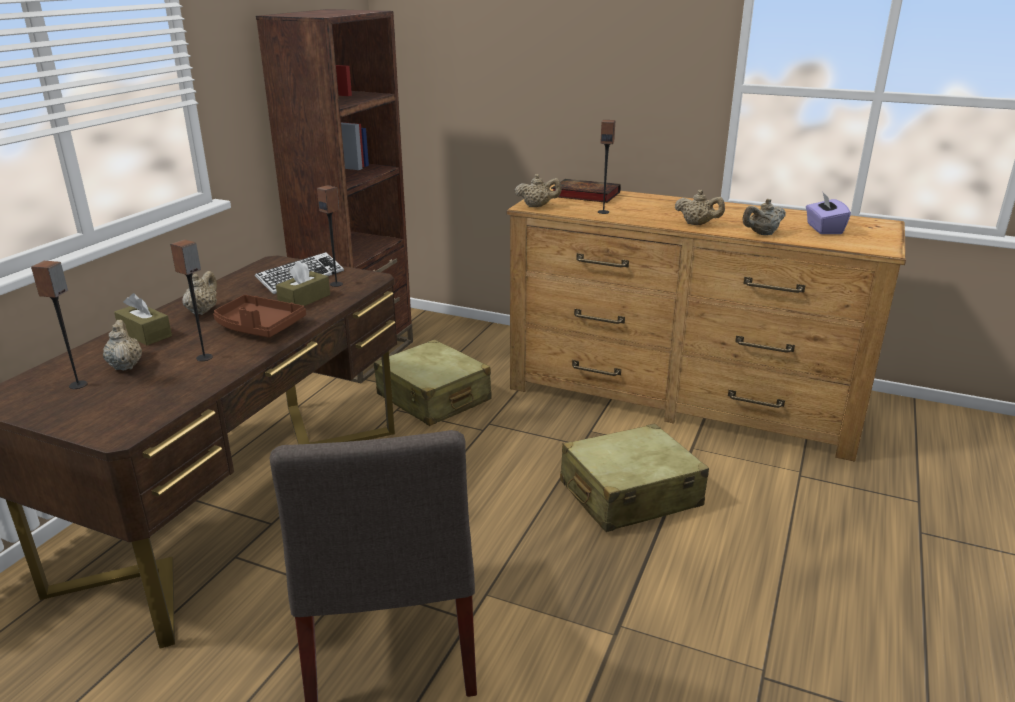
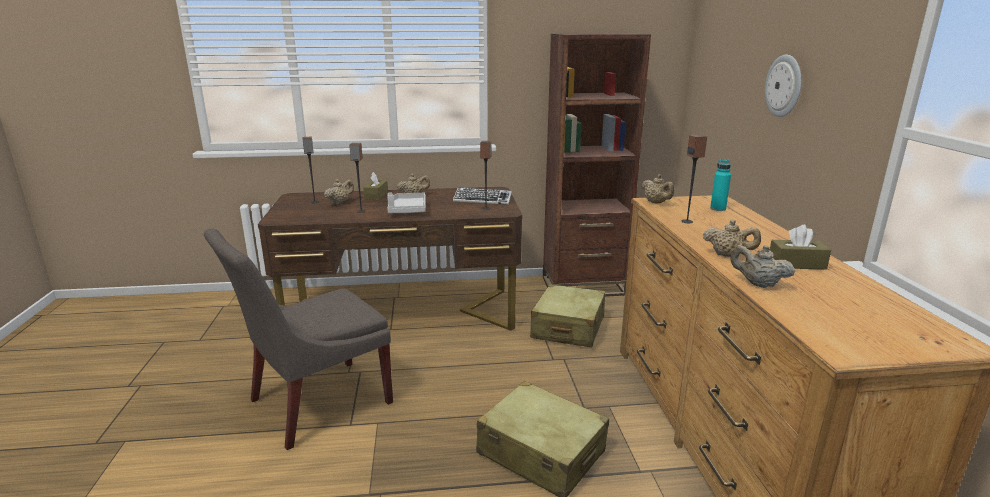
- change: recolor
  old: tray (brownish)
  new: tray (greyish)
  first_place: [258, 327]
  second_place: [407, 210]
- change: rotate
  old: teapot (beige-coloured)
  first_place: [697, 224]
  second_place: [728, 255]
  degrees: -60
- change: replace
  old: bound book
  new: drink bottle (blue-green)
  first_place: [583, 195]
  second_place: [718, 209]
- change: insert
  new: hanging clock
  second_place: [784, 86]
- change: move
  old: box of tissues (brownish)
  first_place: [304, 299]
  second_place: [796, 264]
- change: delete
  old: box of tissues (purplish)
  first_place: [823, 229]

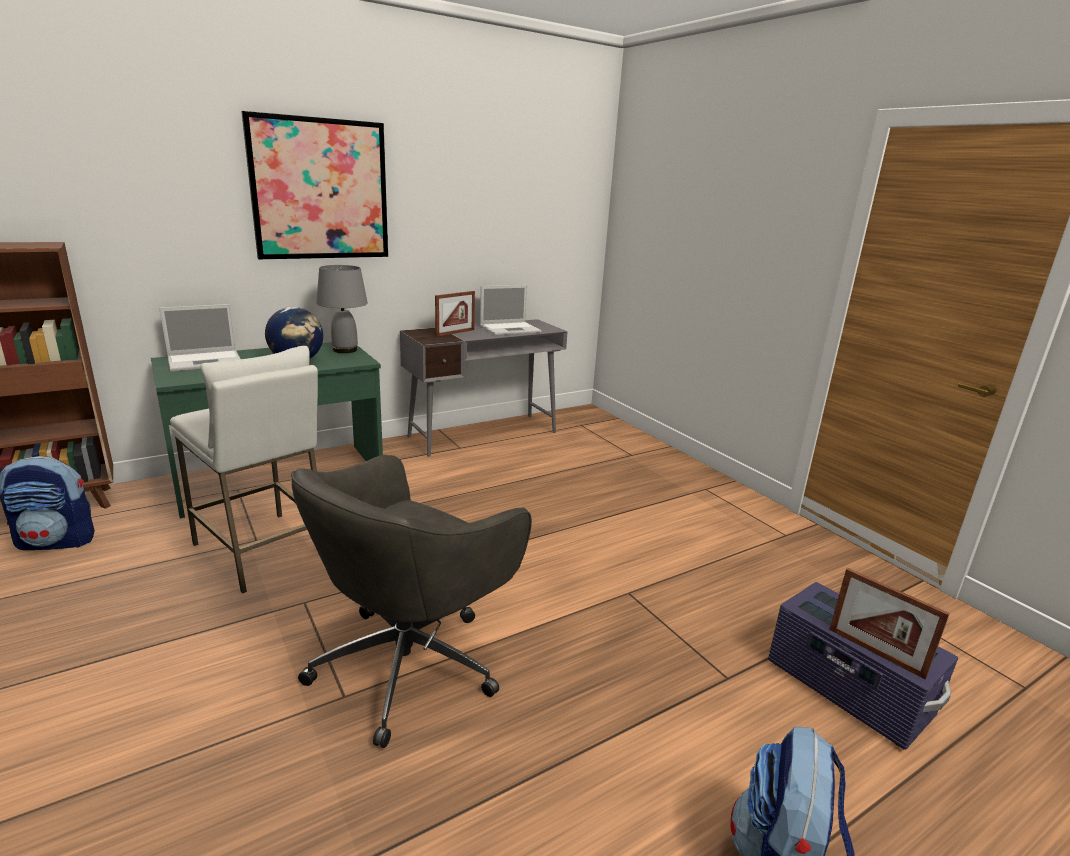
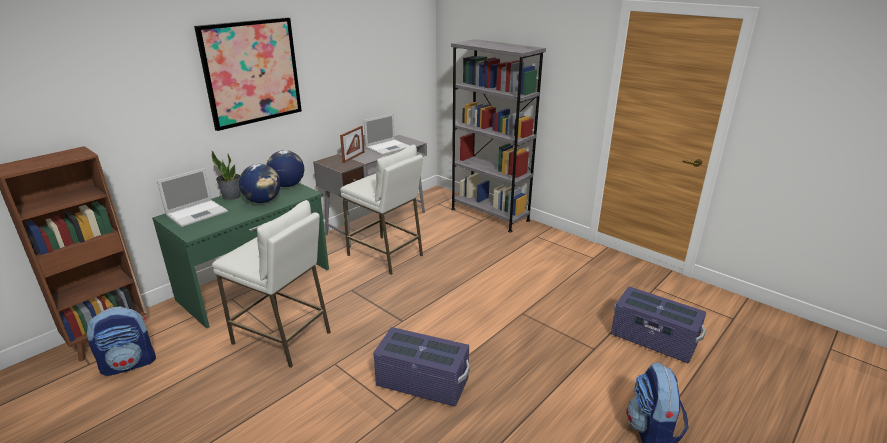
- change: insert
  new: potted plant
  second_place: [231, 196]
- change: replace
  old: table lamp (greyish)
  new: world globe
  first_place: [344, 350]
  second_place: [287, 185]
- change: insert
  new: sitting stool (white-coloured)
  second_place: [386, 255]
- change: replace
  old: desk chair (greyish)
  new: storage bin (purplish)
  first_place: [410, 662]
  second_place: [422, 383]
- change: insert
  new: bookshelf (greyish)
  second_place: [489, 215]
- change: delete
  old: standing frame
  first_place: [875, 652]

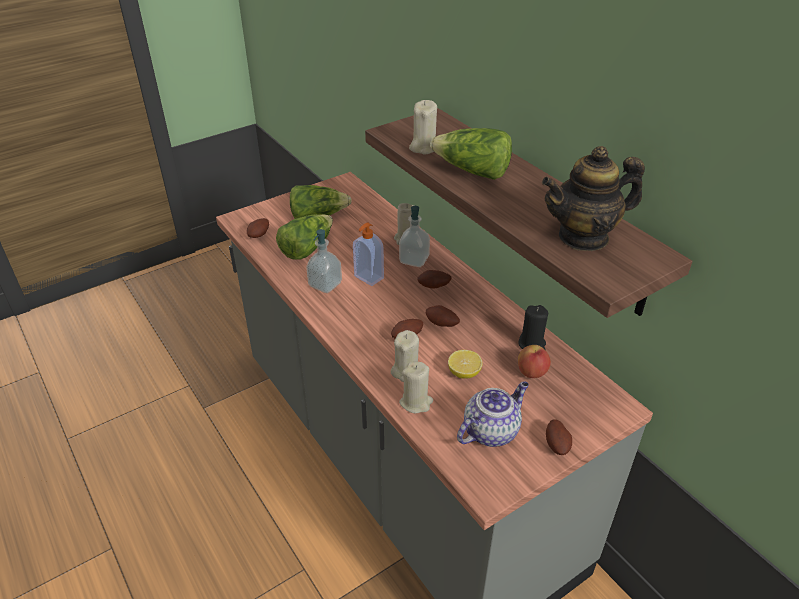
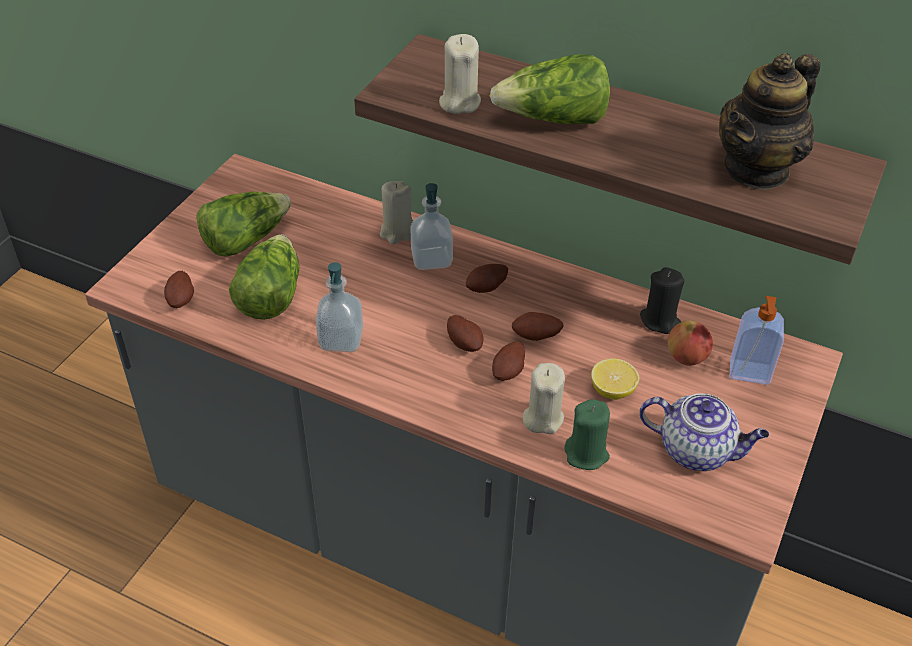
- change: move
  old: whole potato
  first_place: [557, 445]
  second_place: [465, 343]
- change: recolor
  old: wax light (beige-coloured)
  new: wax light (greenish)
  first_place: [416, 402]
  second_place: [586, 454]
- change: rotate
  old: teapot
  first_place: [491, 430]
  second_place: [697, 451]
  degrees: 90
- change: move
  old: soap bottle
  first_place: [368, 278]
  second_place: [749, 373]

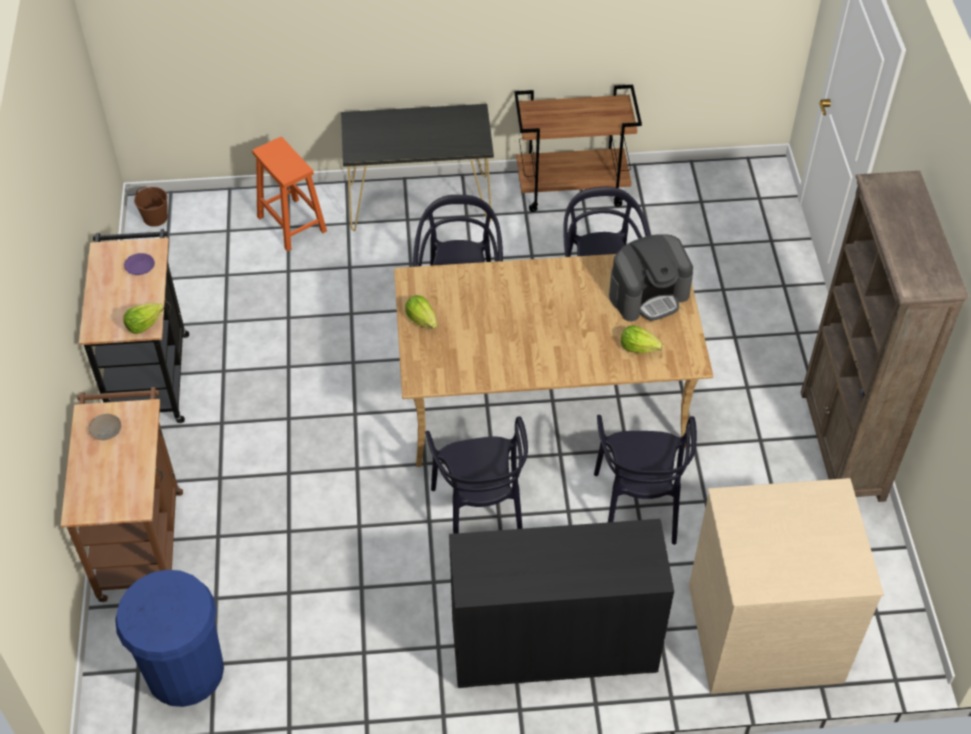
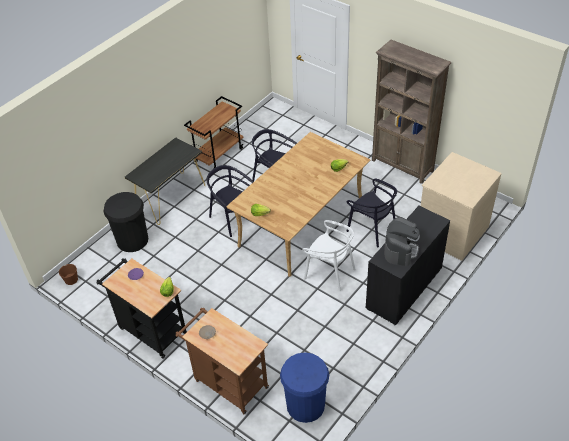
- change: replace
  old: sitting stool (orangey)
  new: waste bin (black)
  first_place: [292, 225]
  second_place: [132, 240]
- change: recolor
  old: plain chair (black)
  new: plain chair (white-coloured)
  first_place: [480, 514]
  second_place: [330, 272]
- change: move
  old: coffee brewer
  first_place: [648, 295]
  second_place: [400, 250]

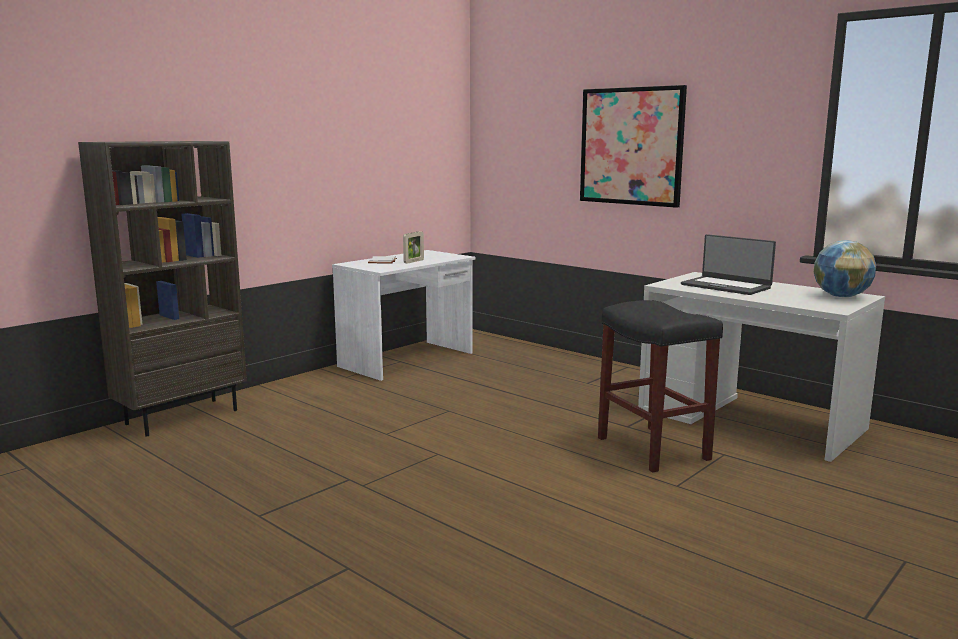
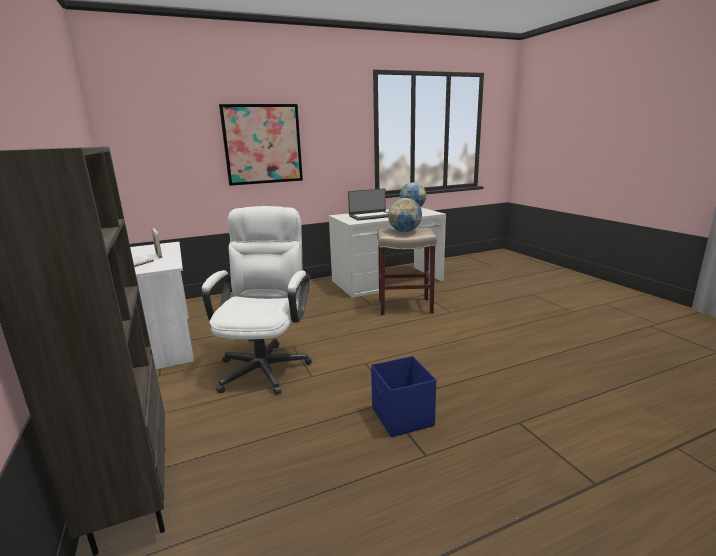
- change: insert
  new: desk chair (white-coloured)
  second_place: [266, 364]
- change: insert
  new: storage bin (blue)
  second_place: [402, 417]
- change: recolor
  old: sitting stool (black)
  new: sitting stool (beige-coloured)
  first_place: [651, 448]
  second_place: [404, 306]
- change: insert
  new: world globe
  second_place: [405, 231]

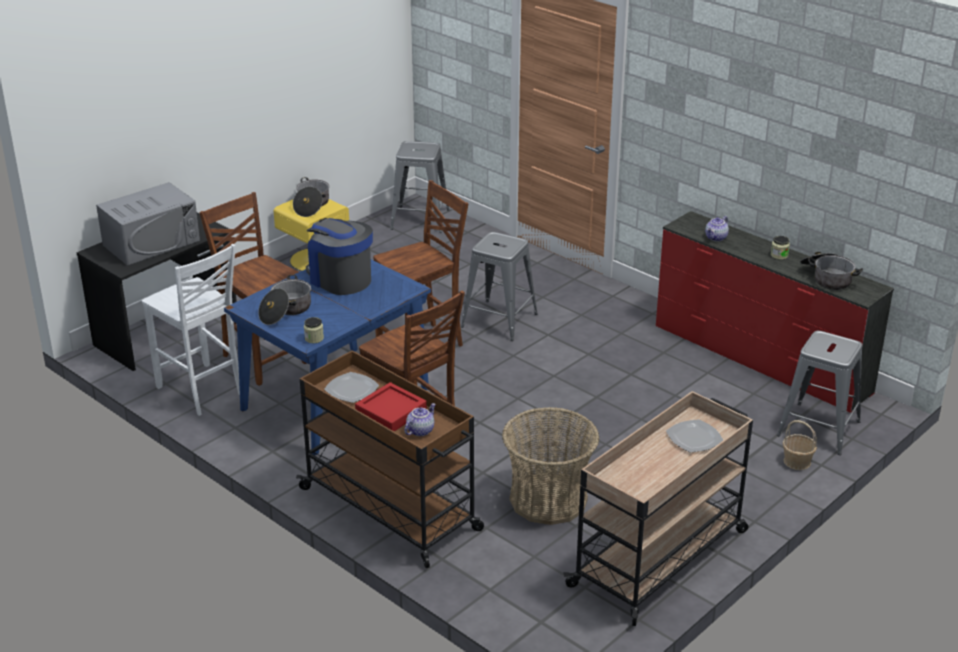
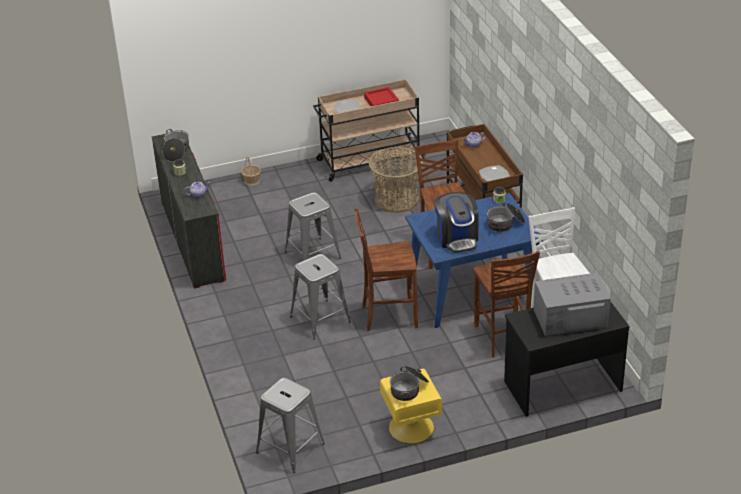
- change: move
  old: sitting stool (greyish)
  first_place: [818, 428]
  second_place: [312, 255]
- change: move
  old: tray (reddish)
  first_place: [391, 412]
  second_place: [381, 101]

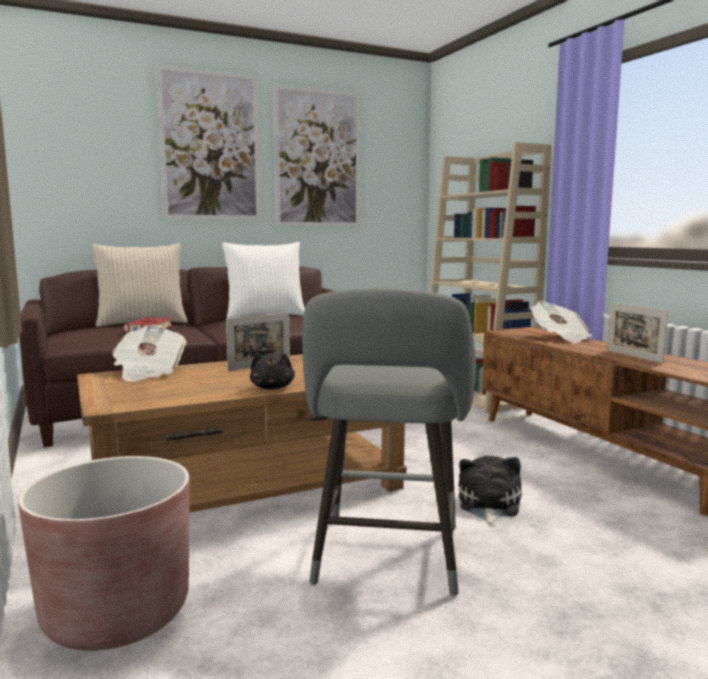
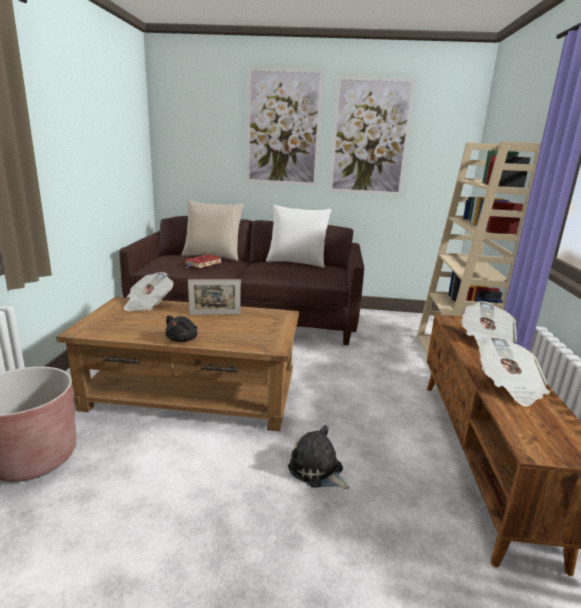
- change: rotate
  old: cuddly toy
  first_place: [488, 505]
  second_place: [317, 471]
  degrees: -90
- change: replace
  old: standing frame
  new: newspaper
  first_place: [633, 356]
  second_place: [509, 387]
- change: delete
  old: sitting stool (greyish)
  first_place: [387, 560]

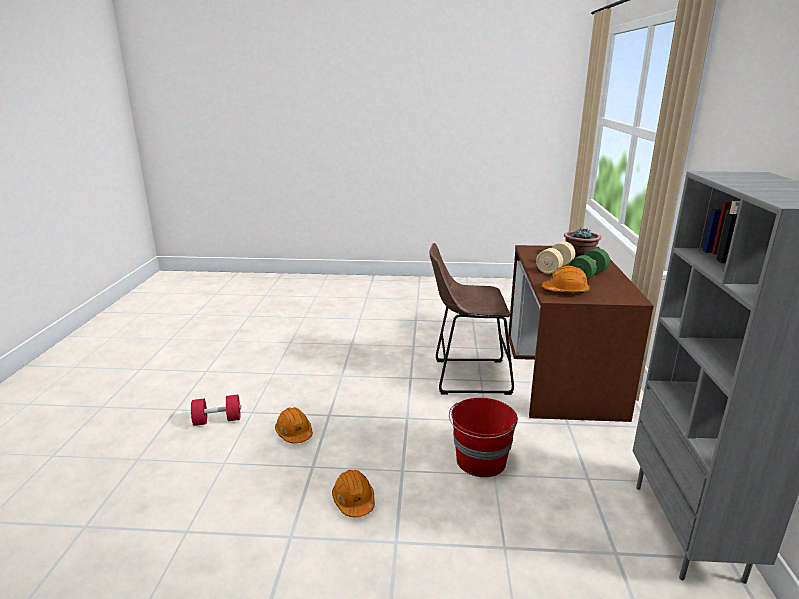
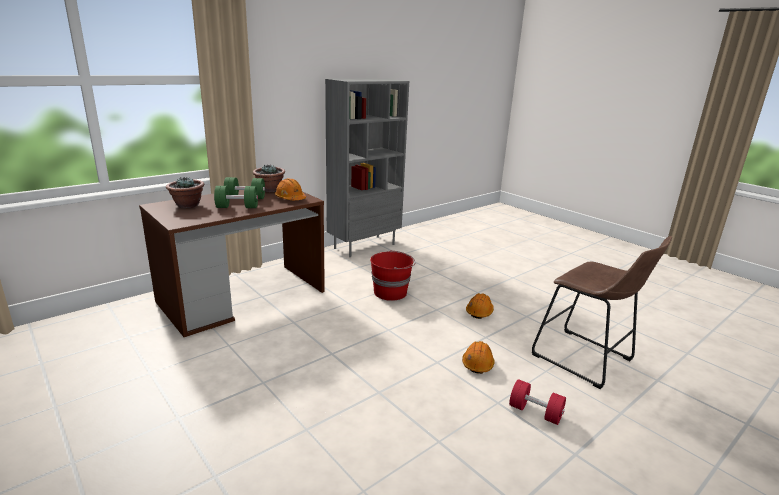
- change: recolor
  old: free weight (beige-coloured)
  new: free weight (greenish)
  first_place: [554, 268]
  second_place: [237, 207]
- change: insert
  new: potted plant
  second_place: [270, 190]
- change: move
  old: sitting stool (brownish)
  first_place: [466, 376]
  second_place: [586, 360]

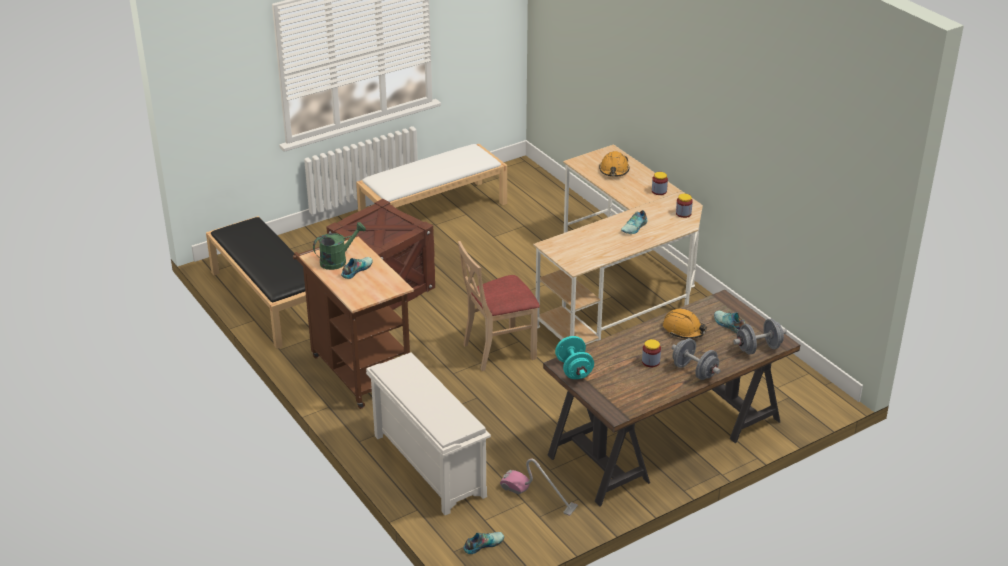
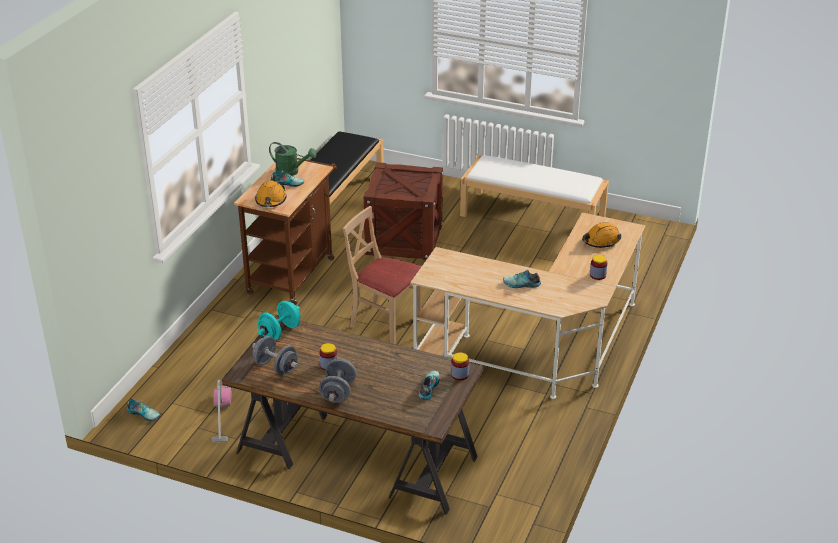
- change: move
  old: free weight (greyish)
  first_place: [758, 348]
  second_place: [276, 367]
- change: move
  old: safety helmet (orangey)
  first_place: [684, 330]
  second_place: [271, 200]
- change: move
  old: storage jar
  first_place: [683, 213]
  second_place: [460, 375]
- change: delete
  old: shoe stand (white-coloured)
  first_place: [427, 465]

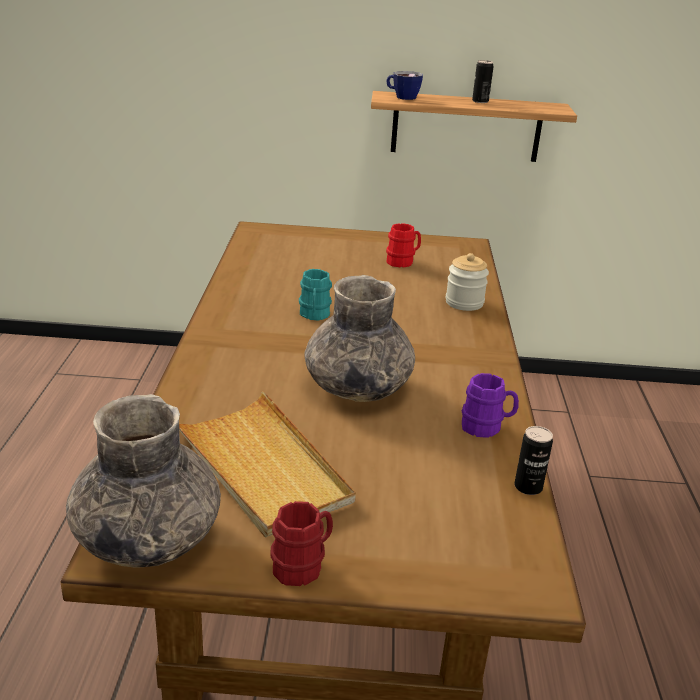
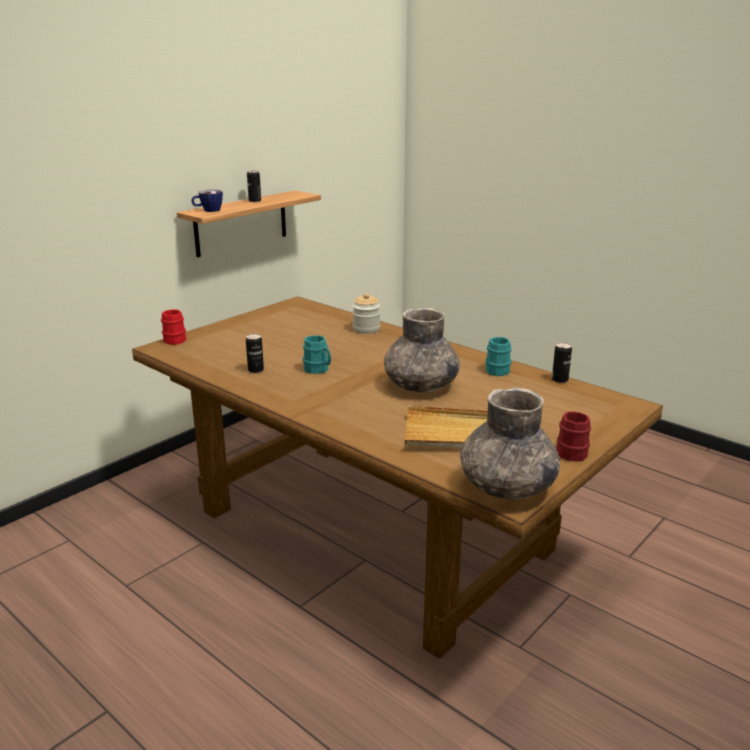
- change: move
  old: tea mug (reddish)
  first_place: [403, 261]
  second_place: [176, 339]
- change: insert
  new: can
  second_place: [255, 370]
- change: recolor
  old: tea mug (purplish)
  new: tea mug (blue-green)
  first_place: [486, 427]
  second_place: [499, 370]

